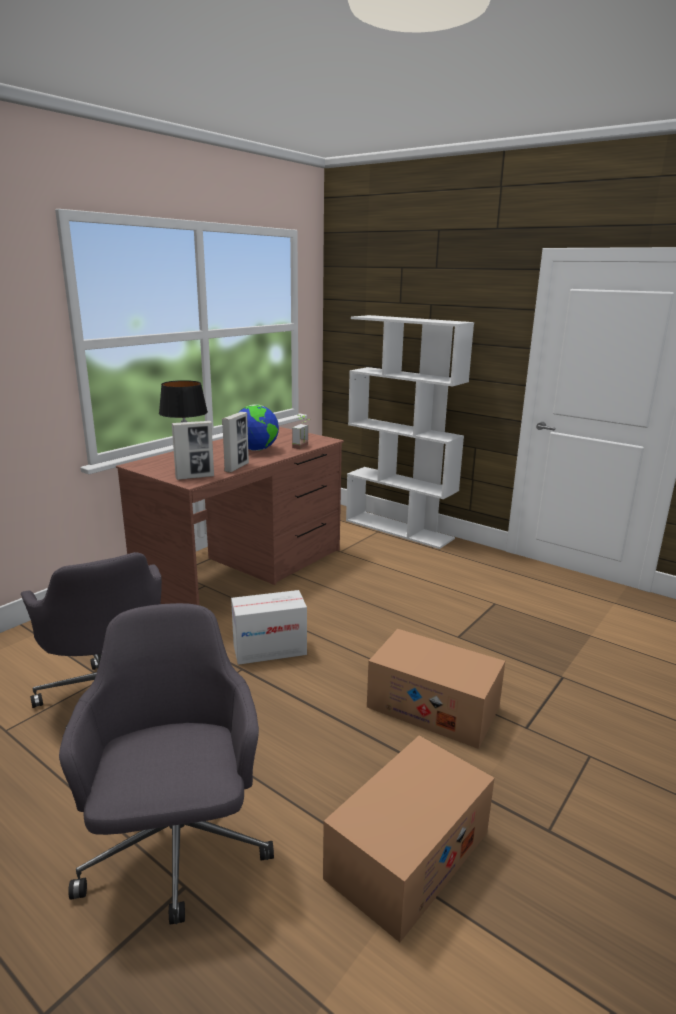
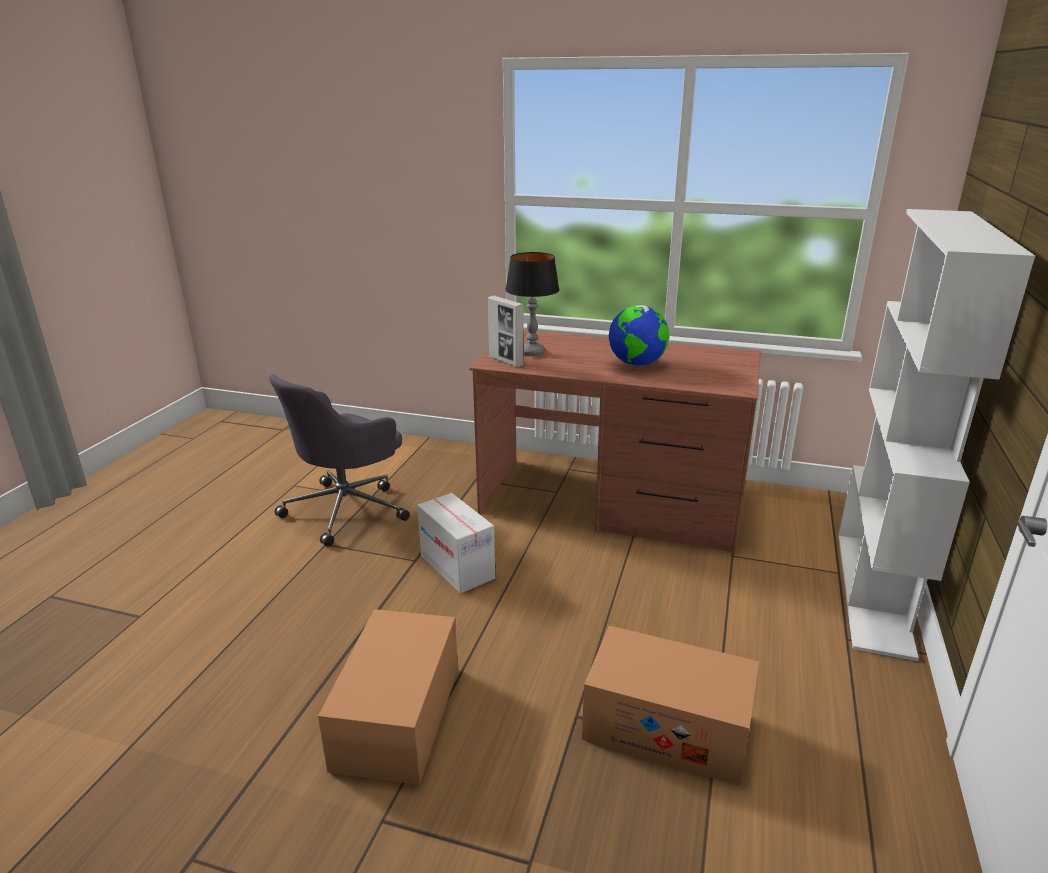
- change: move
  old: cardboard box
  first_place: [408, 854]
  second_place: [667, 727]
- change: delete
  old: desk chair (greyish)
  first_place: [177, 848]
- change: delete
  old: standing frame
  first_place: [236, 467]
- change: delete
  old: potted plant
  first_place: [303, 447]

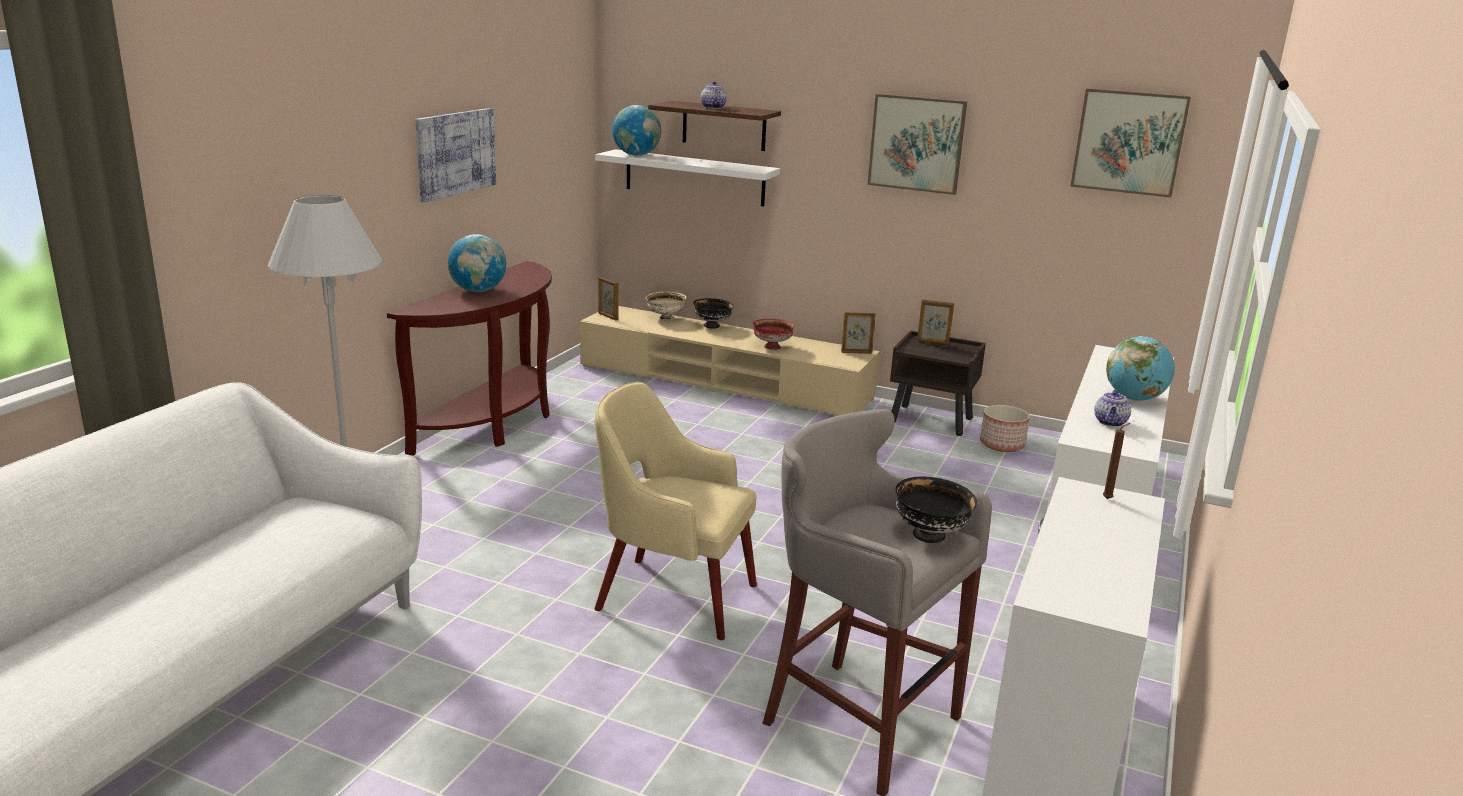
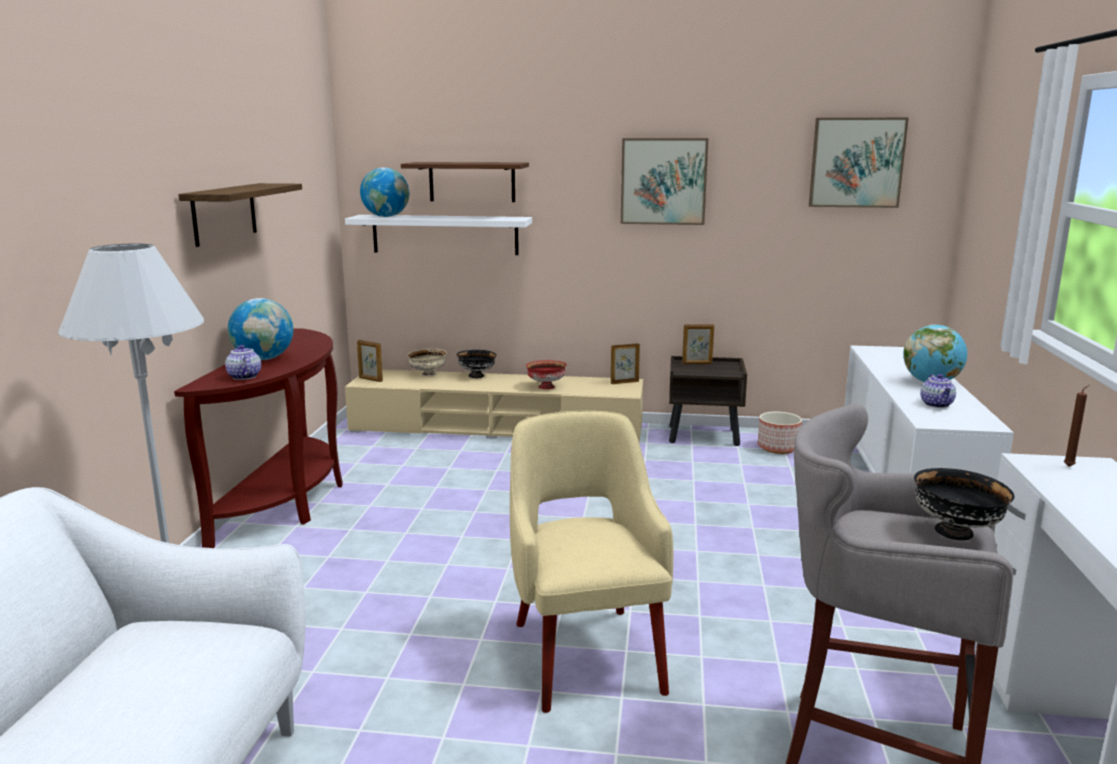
- change: replace
  old: wall picture
  new: bracket shelf
  first_place: [455, 153]
  second_place: [224, 213]
- change: move
  old: teapot
  first_place: [712, 107]
  second_place: [244, 376]
- change: rotate
  old: easy chair (beige-coloured)
  first_place: [672, 595]
  second_place: [586, 653]
  degrees: 75

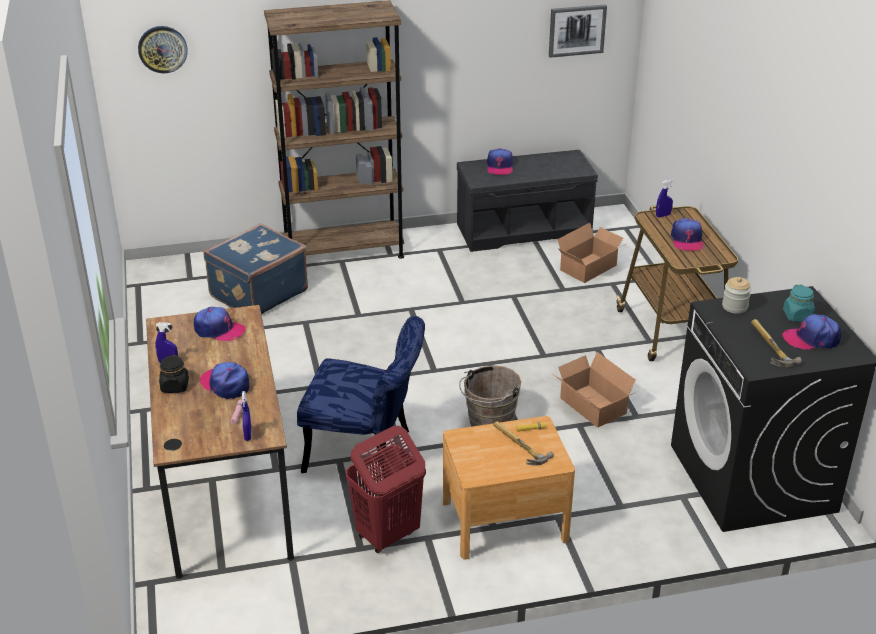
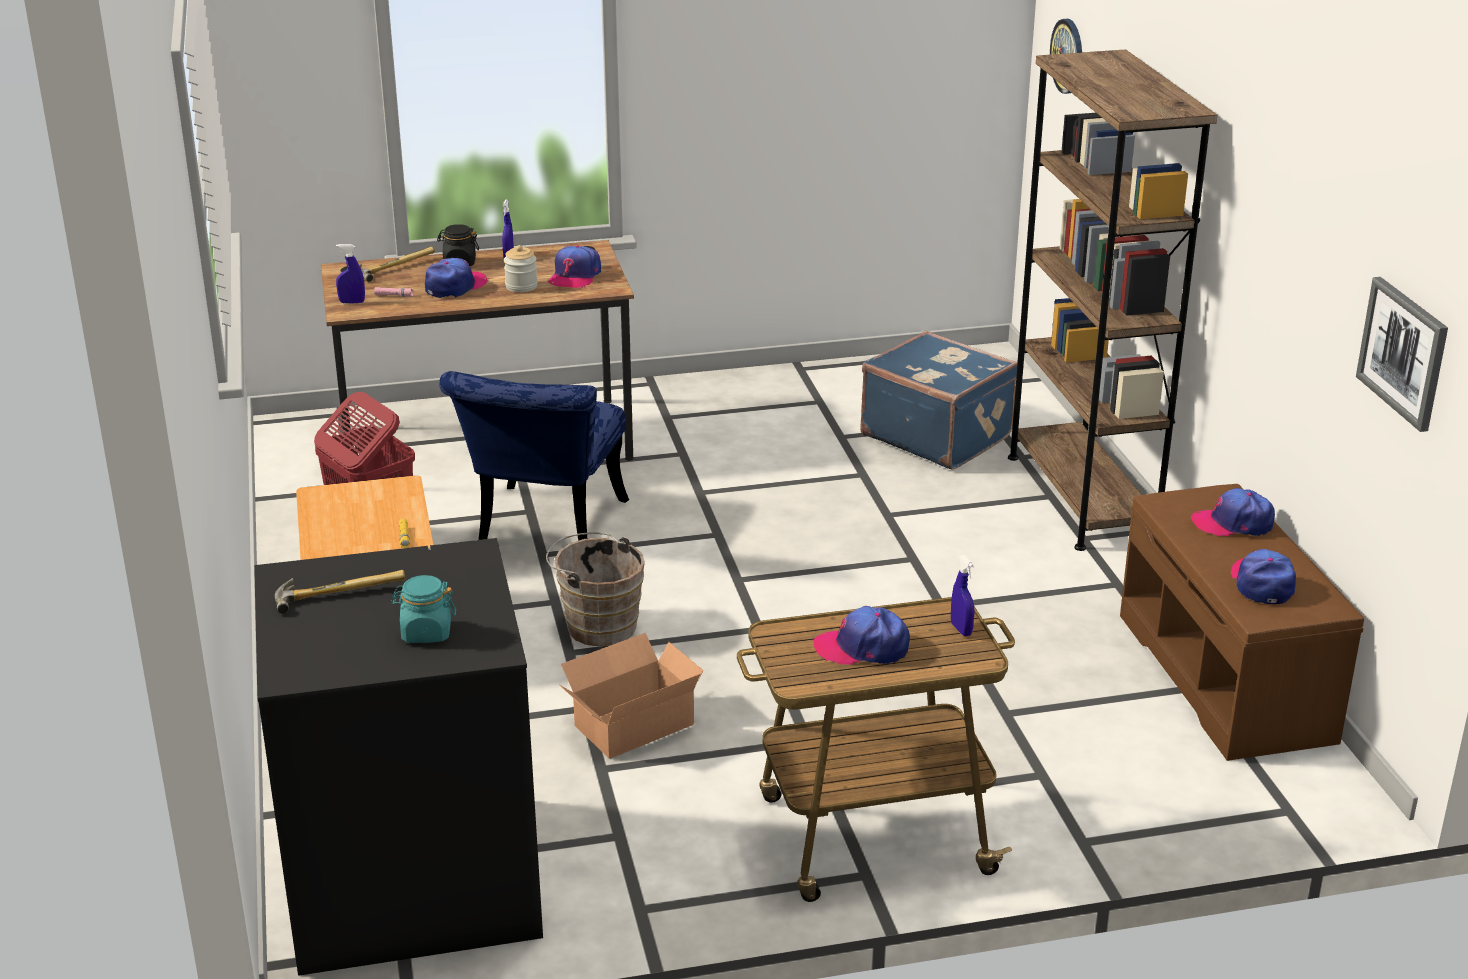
- change: move
  old: tool hammer
  first_place: [517, 447]
  second_place: [393, 266]
- change: move
  old: storage jar
  first_place: [734, 307]
  second_place: [521, 286]
- change: recolor
  old: long seat (greyish)
  new: long seat (brownish)
  first_place: [524, 229]
  second_place: [1228, 677]
- change: move
  old: cap
  first_place: [811, 339]
  second_place: [1262, 583]
- change: delete
  old: cardboard box
  first_place: [590, 268]

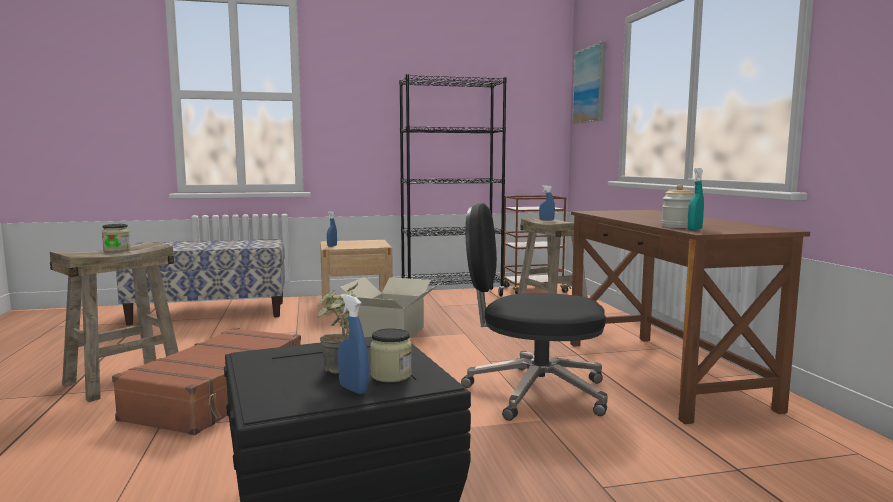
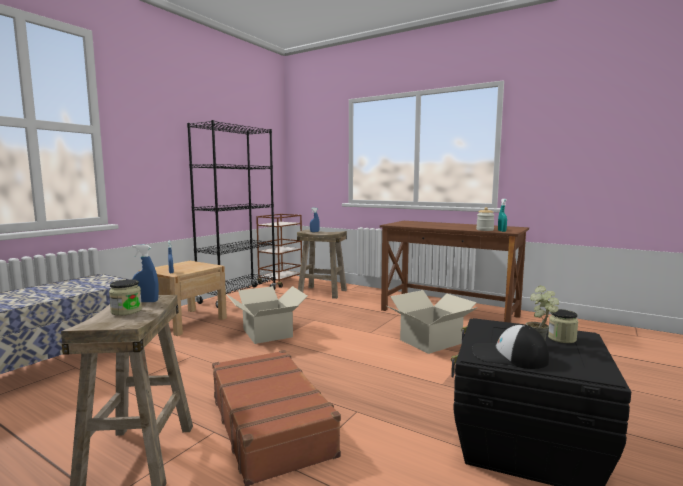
- change: move
  old: sprayer (blue)
  first_place: [353, 389]
  second_place: [146, 301]
- change: replace
  old: desk chair (black)
  new: cardboard box
  first_place: [533, 392]
  second_place: [430, 341]
- change: insert
  new: cap
  second_place: [508, 356]
- change: delete
  old: wall picture
  first_place: [590, 85]

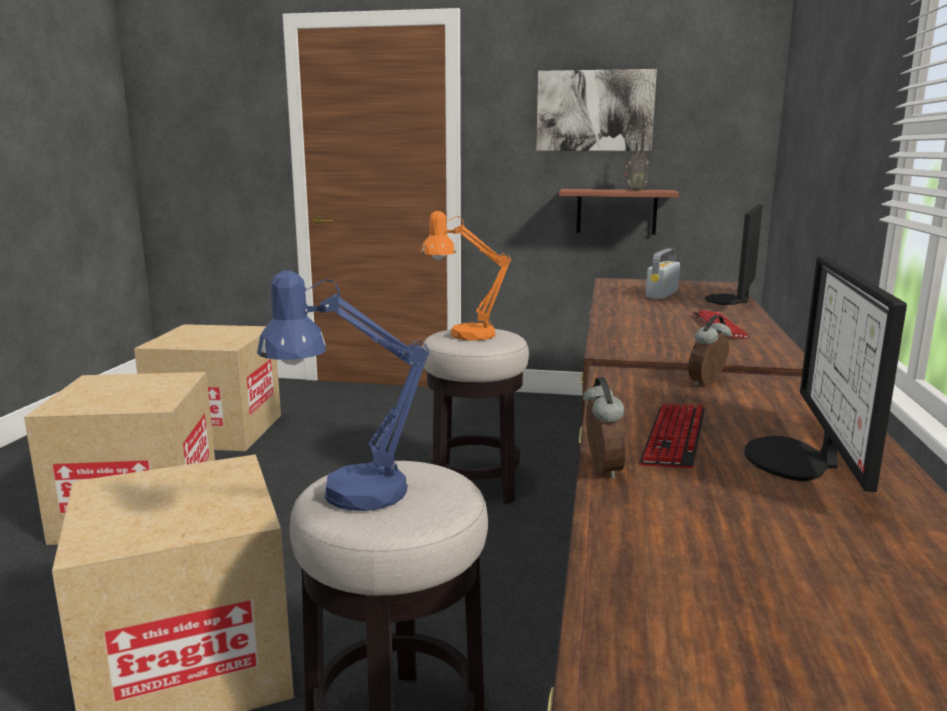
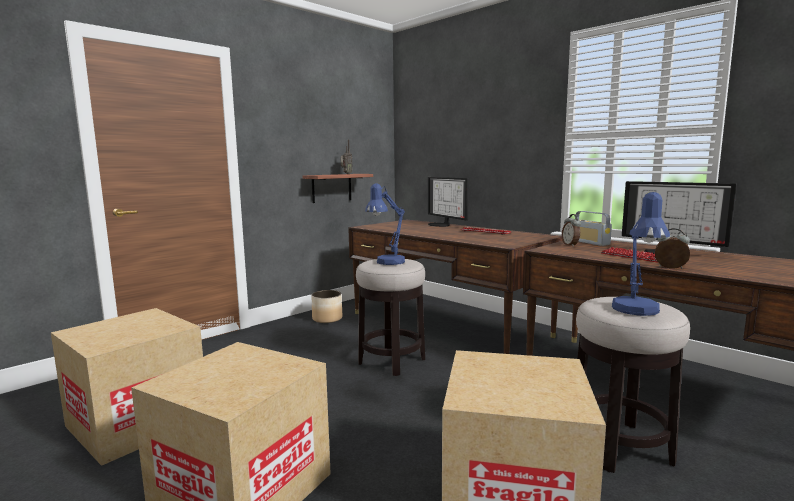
- change: insert
  new: flower pot
  second_place: [327, 318]
- change: recolor
  old: table lamp (orangey)
  new: table lamp (blue)
  first_place: [462, 335]
  second_place: [386, 263]
- change: move
  old: radio set
  first_place: [662, 294]
  second_place: [590, 242]
- change: delete
  old: wall picture
  first_place: [595, 111]

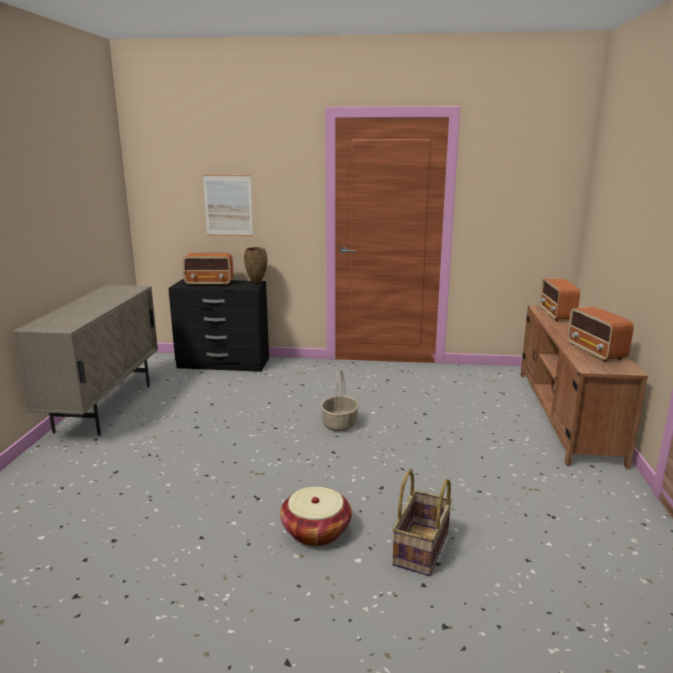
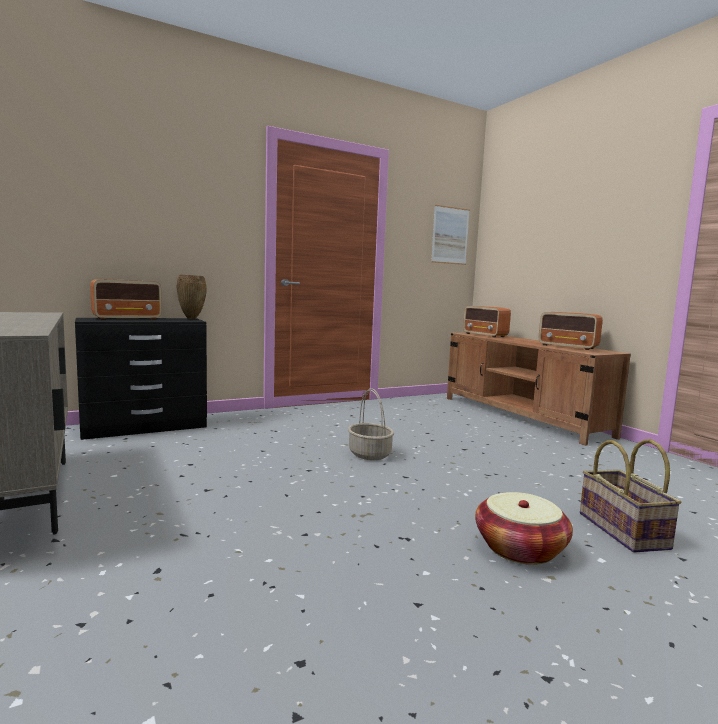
- change: move
  old: wall picture
  first_place: [228, 205]
  second_place: [450, 235]

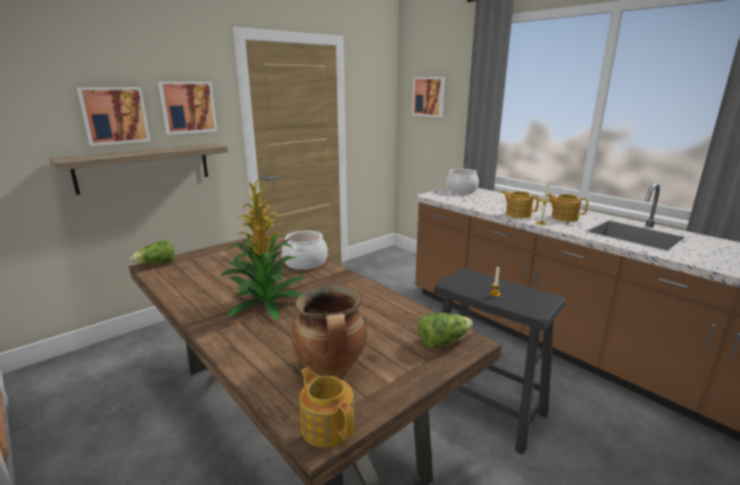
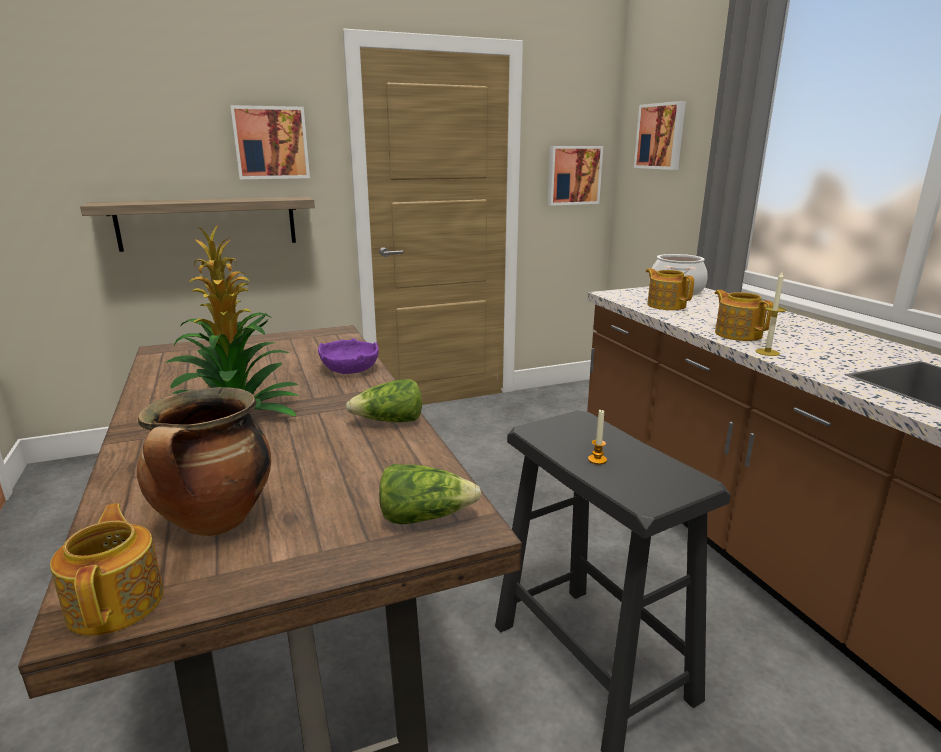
- change: replace
  old: stockpot
  new: bowl (purplish)
  first_place: [305, 262]
  second_place: [350, 370]
- change: move
  old: lettuce
  first_place: [157, 264]
  second_place: [389, 422]
- change: move
  old: wall picture
  first_place: [114, 115]
  second_place: [573, 175]
- change: move
  old: teapot
  first_place: [564, 217]
  second_place: [666, 305]

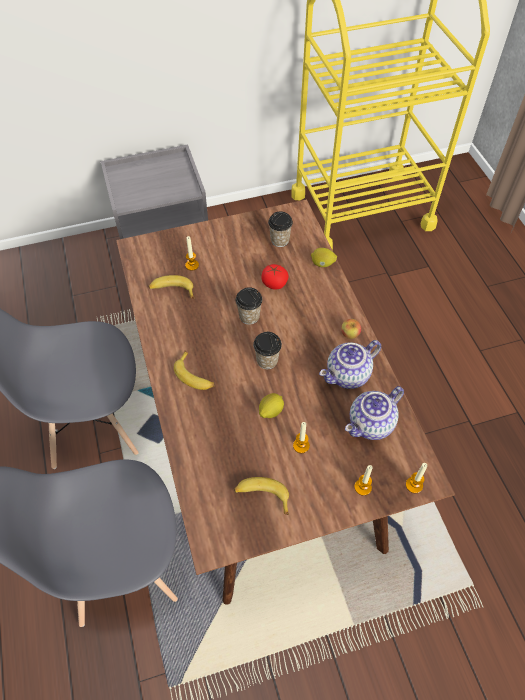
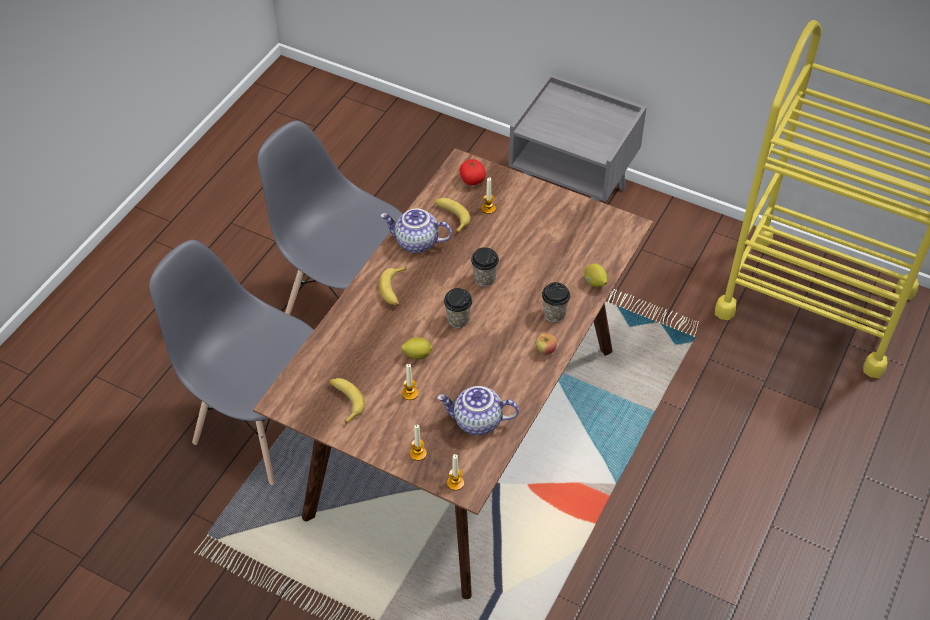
- change: move
  old: teapot
  first_place: [348, 376]
  second_place: [416, 243]
- change: move
  old: tomato
  first_place: [274, 284]
  second_place: [472, 180]
- change: move
  old: small cup
  first_place: [279, 240]
  second_place: [554, 314]

